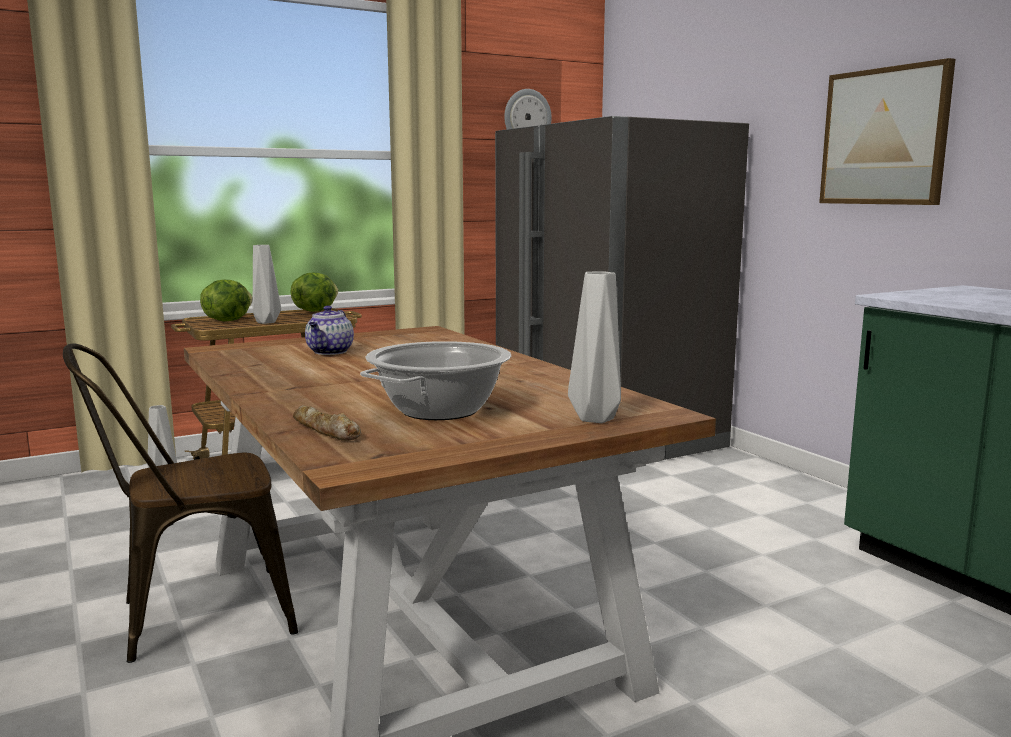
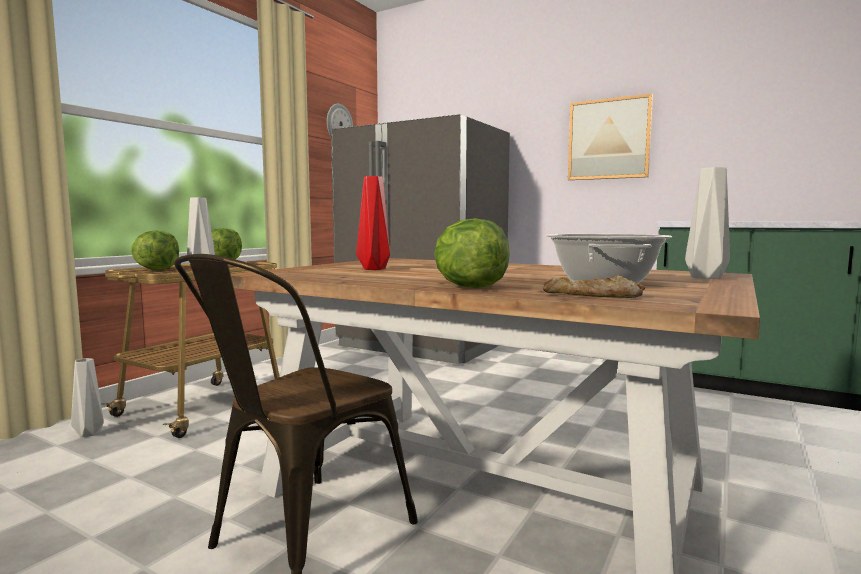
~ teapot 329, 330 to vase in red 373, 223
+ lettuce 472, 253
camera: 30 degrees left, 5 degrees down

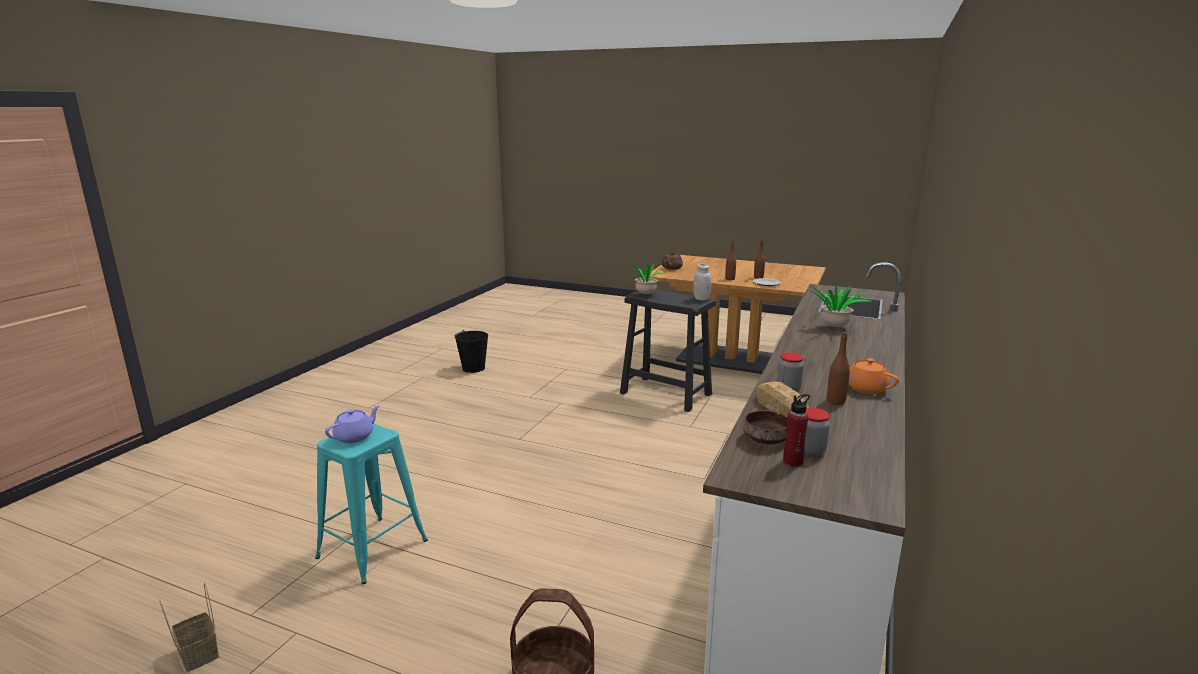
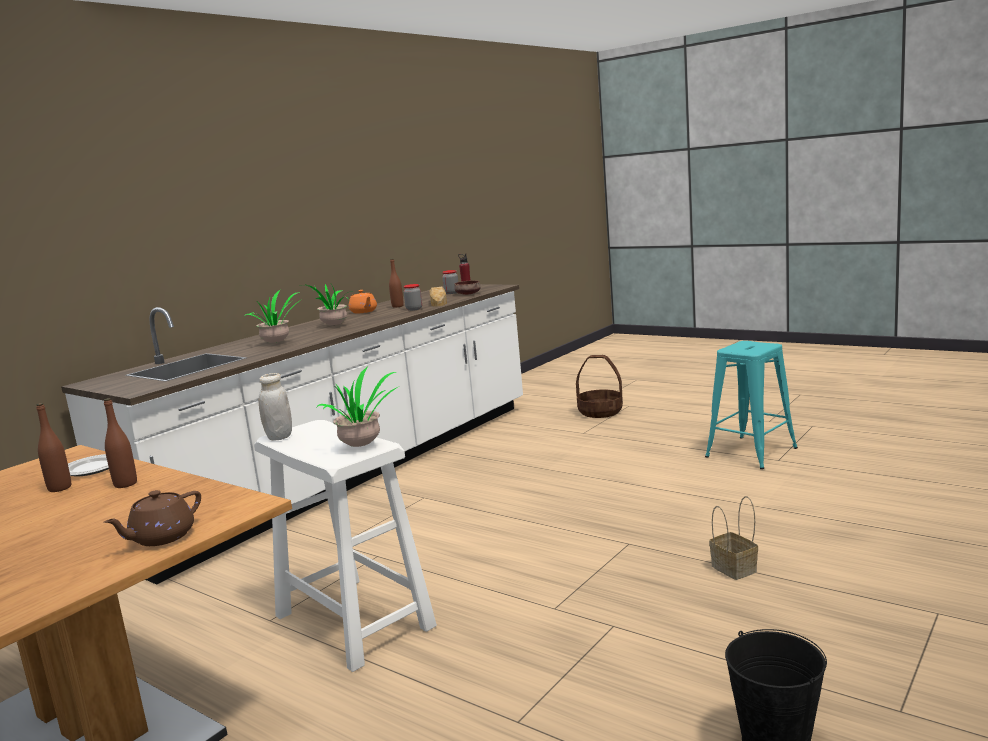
~ basket 189, 627 to 733, 538
- teapot in purple 352, 424
~ stool in black 668, 350 to stool in white 345, 546
+ potted plant 326, 304
camera: 165 degrees left, 5 degrees down

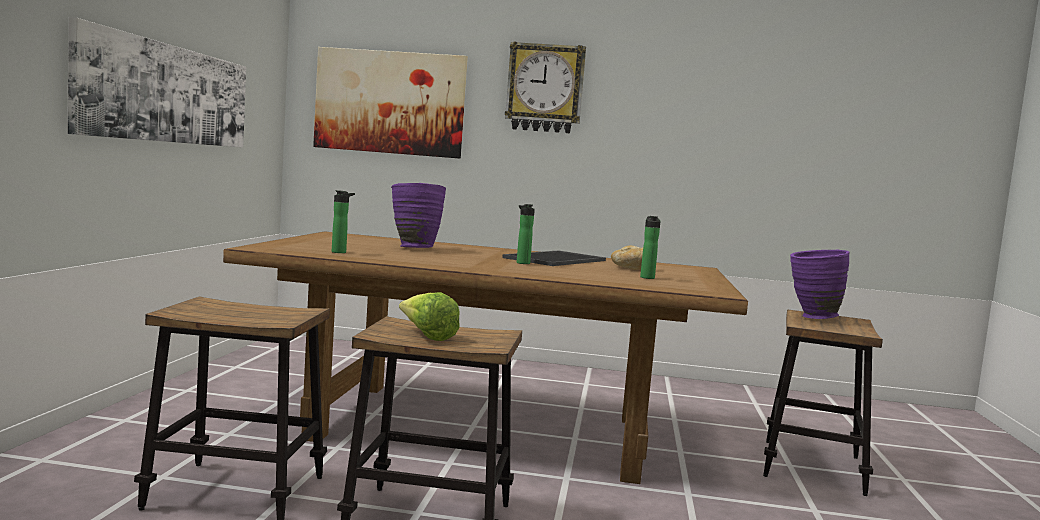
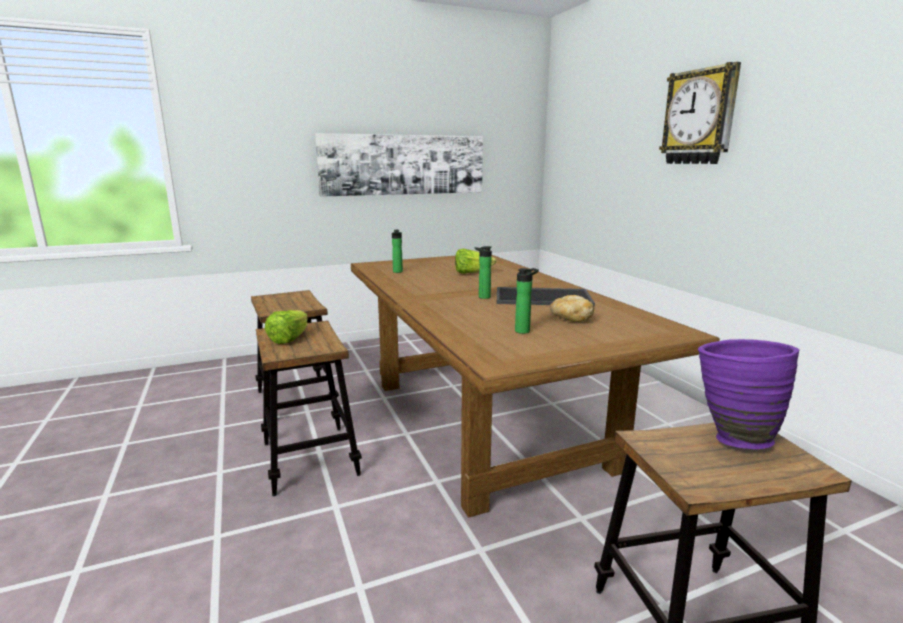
- picture 390, 103
~ vase in purple 418, 215 to lettuce 475, 261
camera: 60 degrees right, 10 degrees up

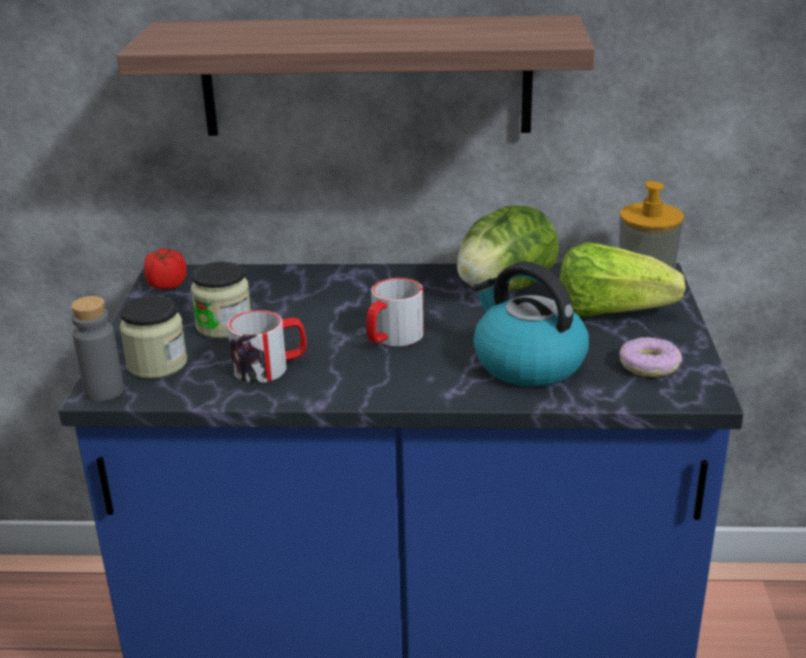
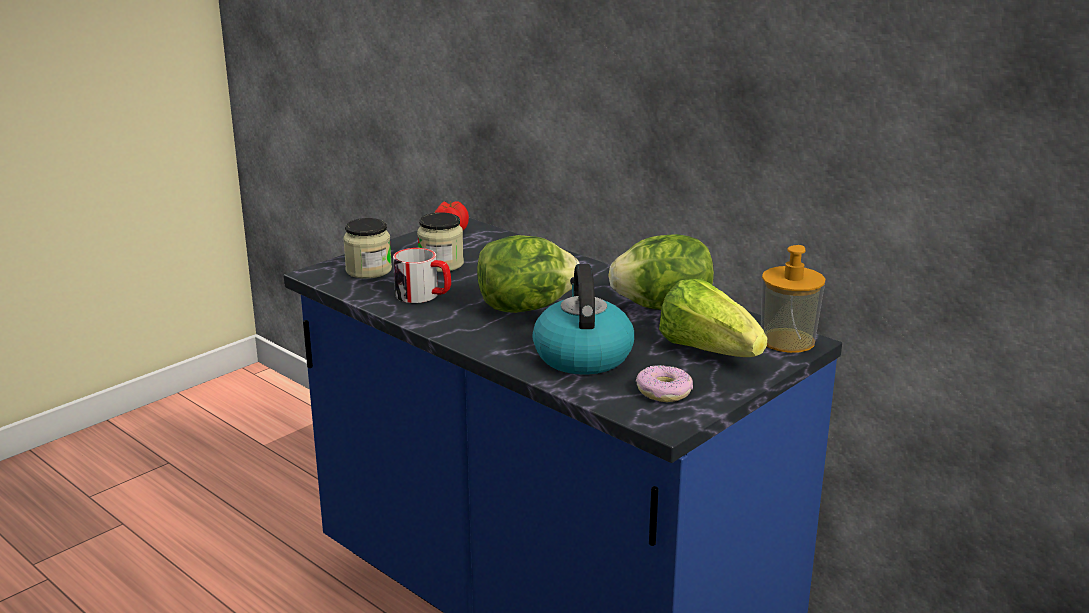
- bottle in grey 97, 349
- shelf 356, 75
~ mug 395, 312 to lettuce 528, 274
camera: 40 degrees right, 5 degrees down

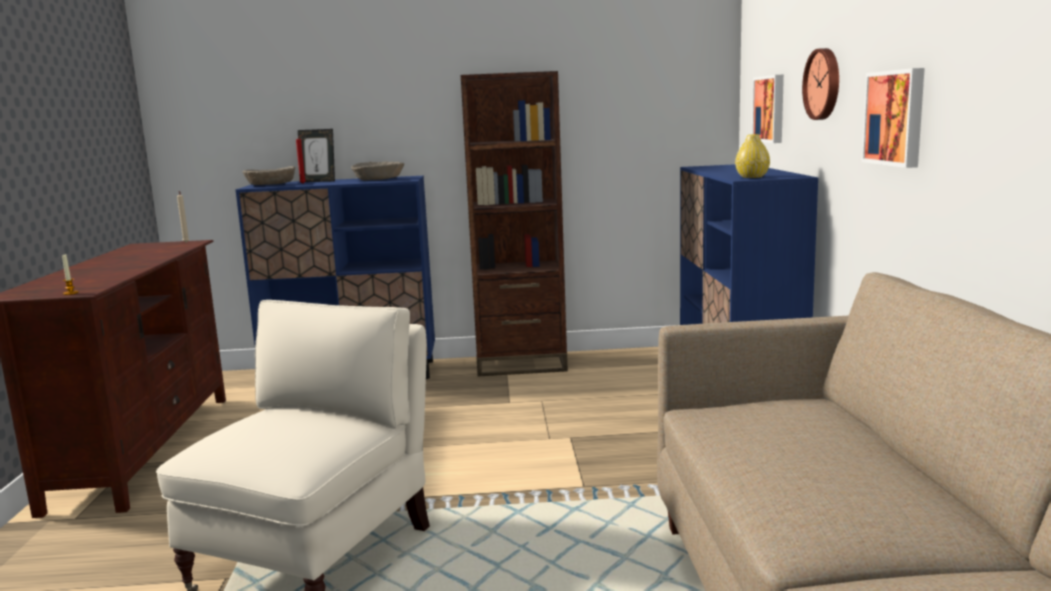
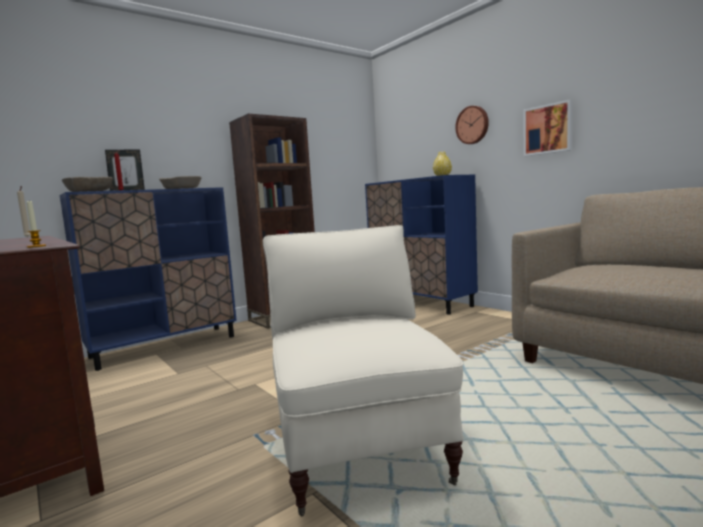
- picture 768, 109
camera: 35 degrees left, 5 degrees down

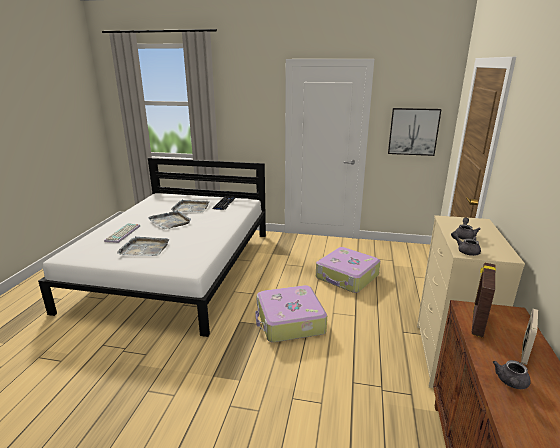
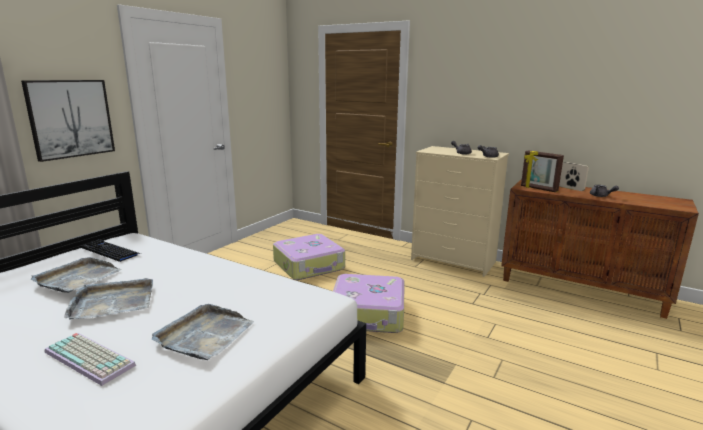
~ picture 415, 132 to 68, 121
camera: 70 degrees left, 5 degrees down

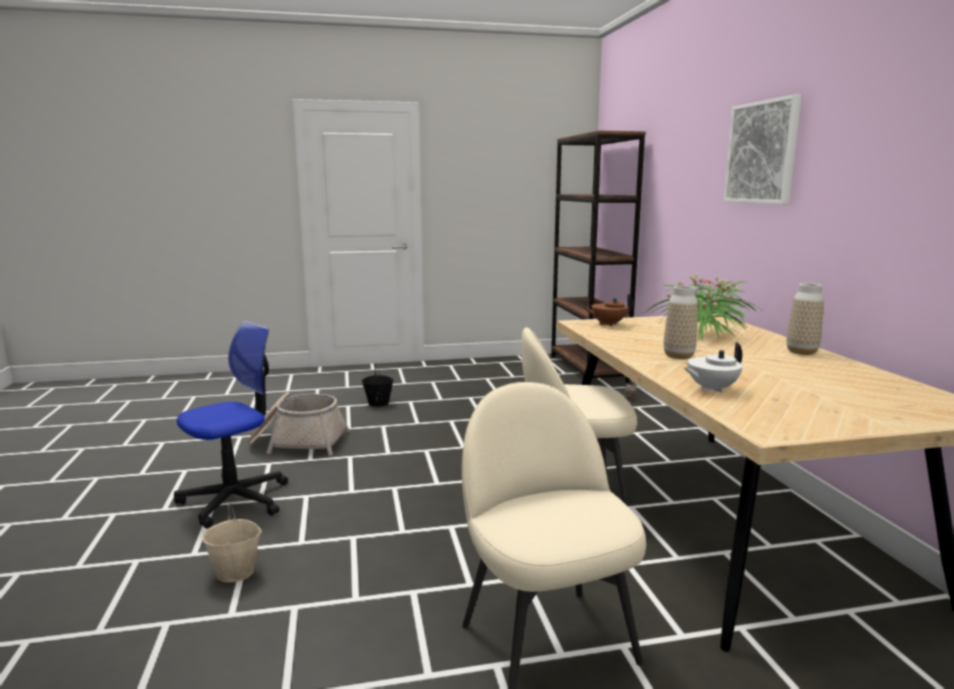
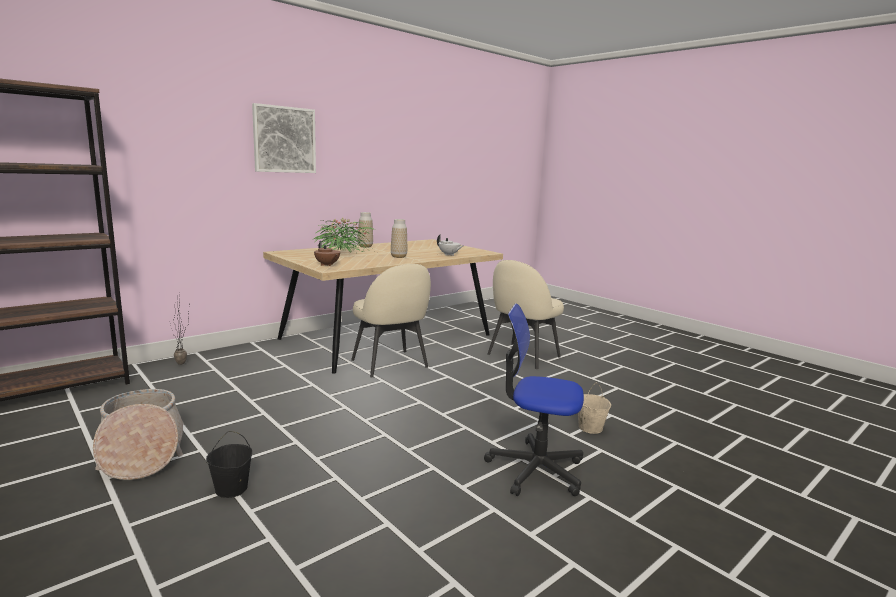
~ basket 299, 424 to 138, 434
camera: 120 degrees left, 0 degrees up

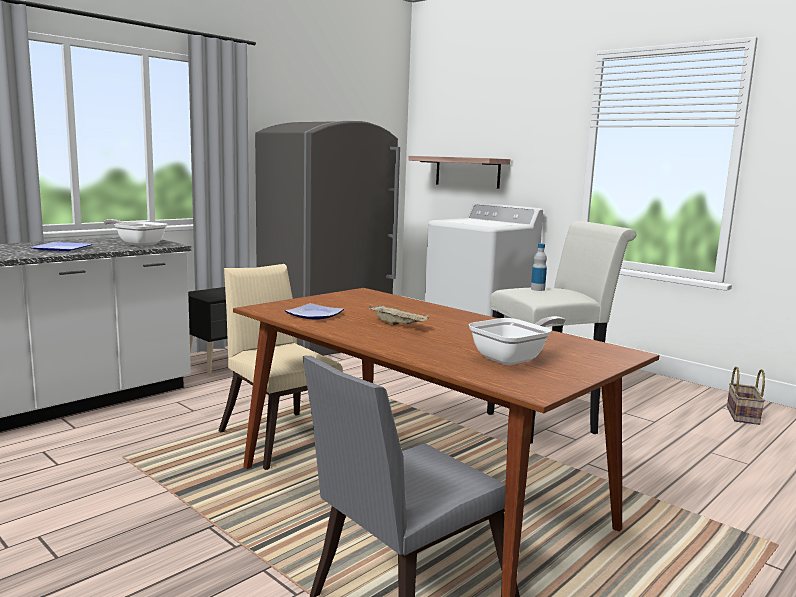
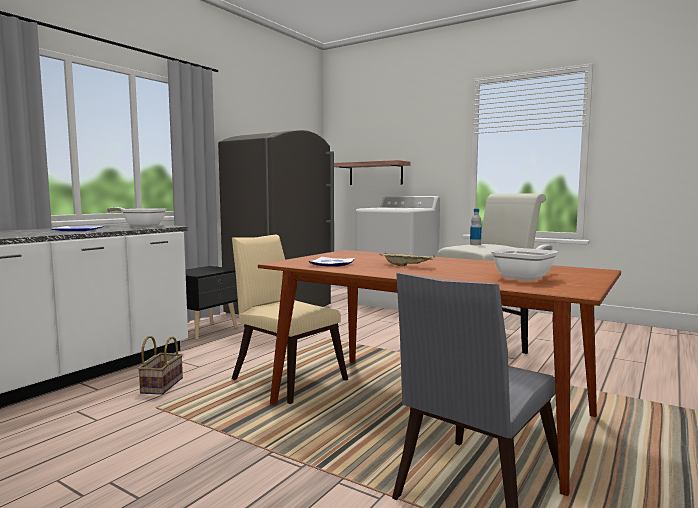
~ basket 746, 395 to 160, 365
camera: 10 degrees left, 5 degrees down

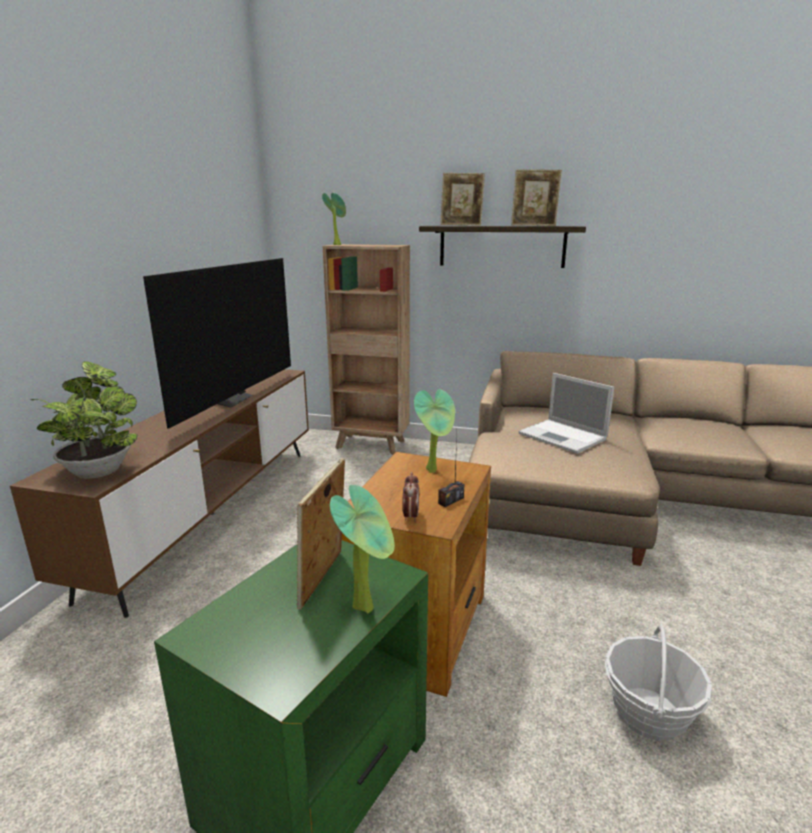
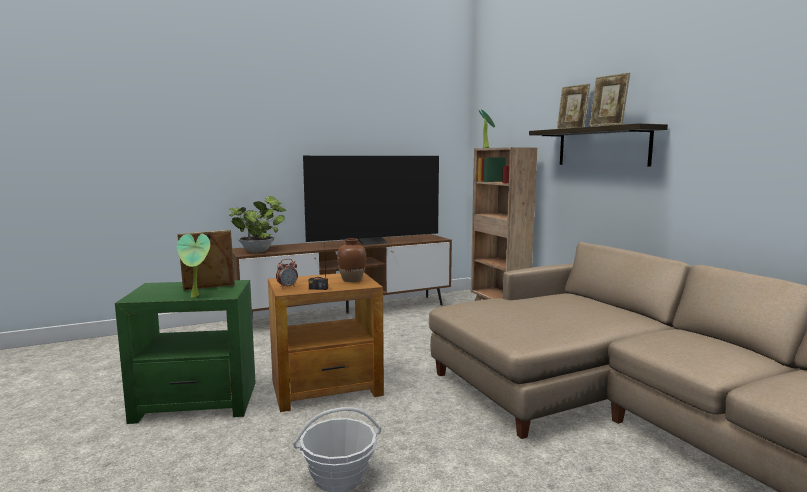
~ potted plant 434, 431 to vase in brown 351, 260
- laptop 566, 413
camera: 50 degrees right, 10 degrees down

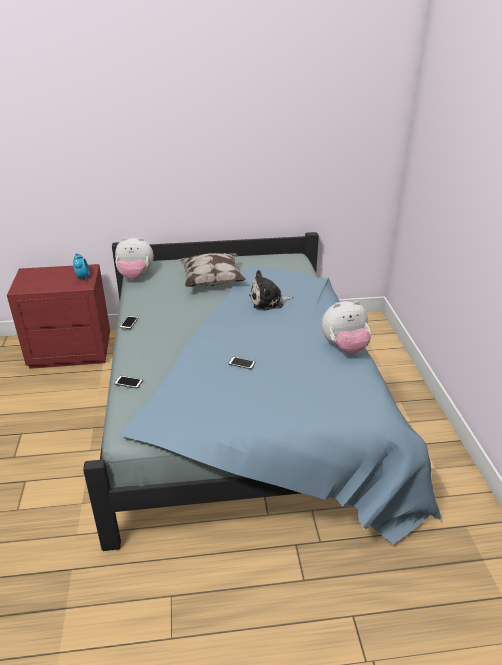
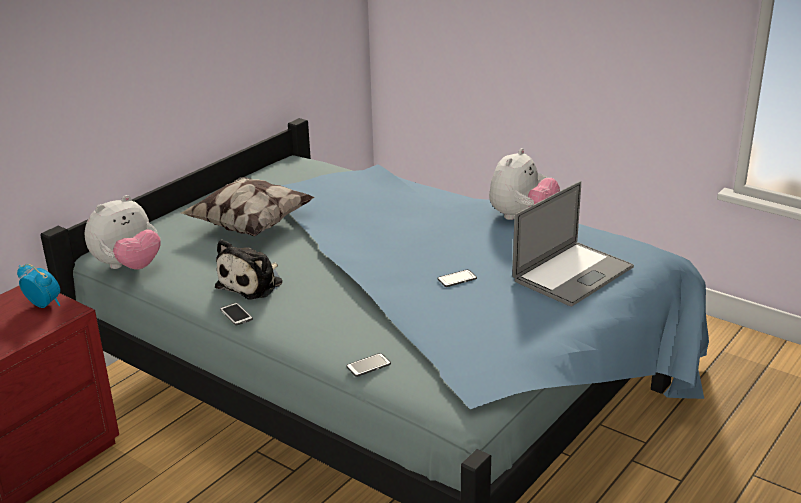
~ plush toy 271, 290 to 249, 269
+ laptop 573, 243
camera: 45 degrees left, 5 degrees down

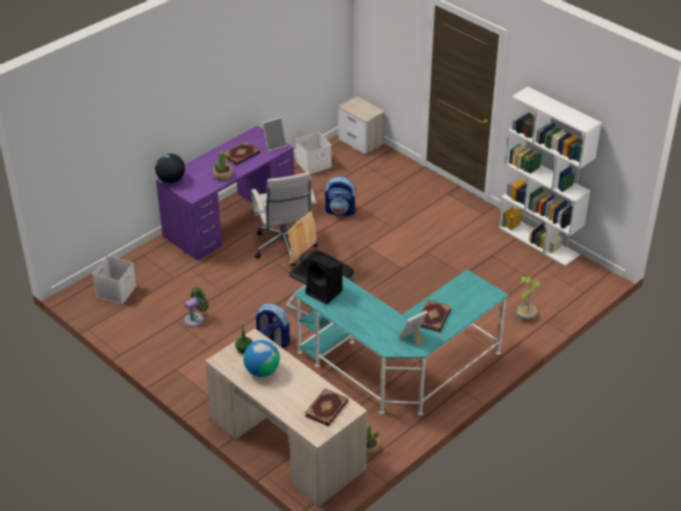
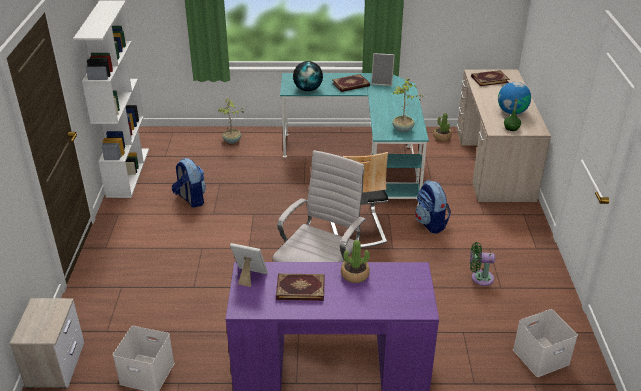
~ globe 170, 168 to 308, 76
~ speaker in black 324, 280 to potted plant 408, 105
~ backpack 340, 196 to 189, 183
camera: 135 degrees left, 5 degrees down

